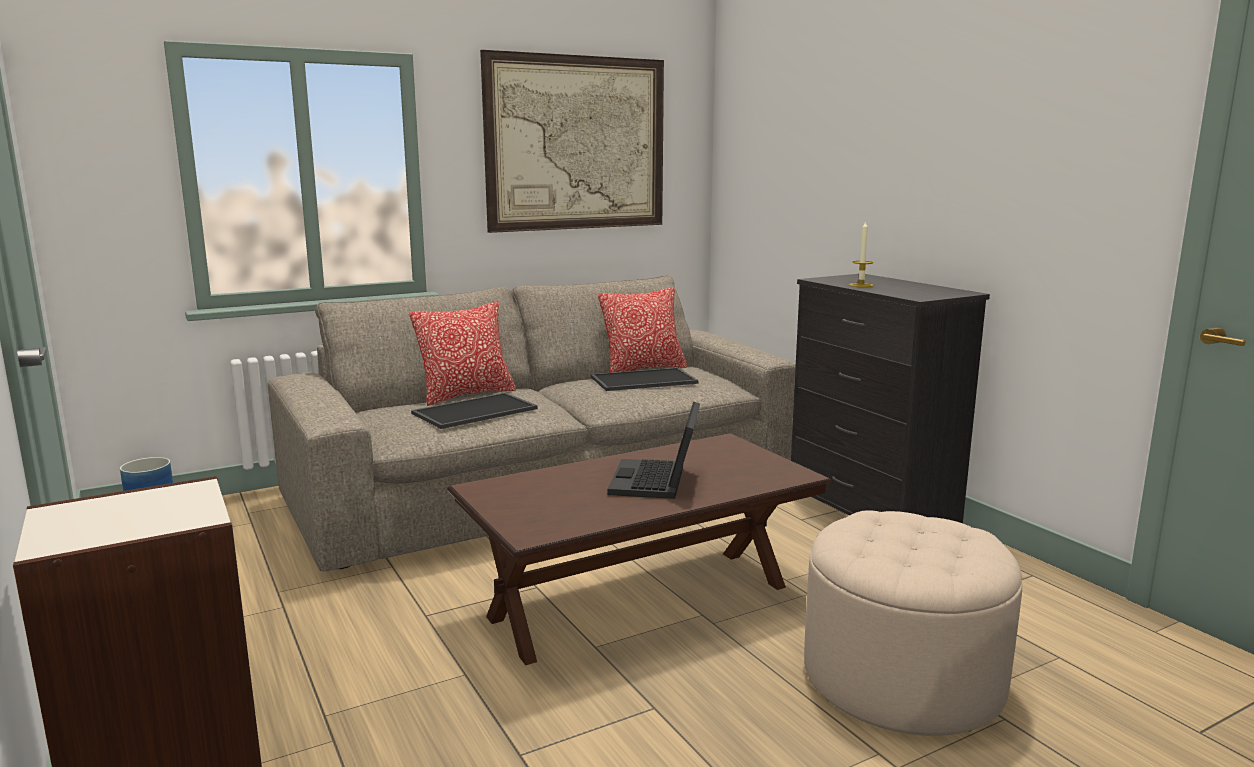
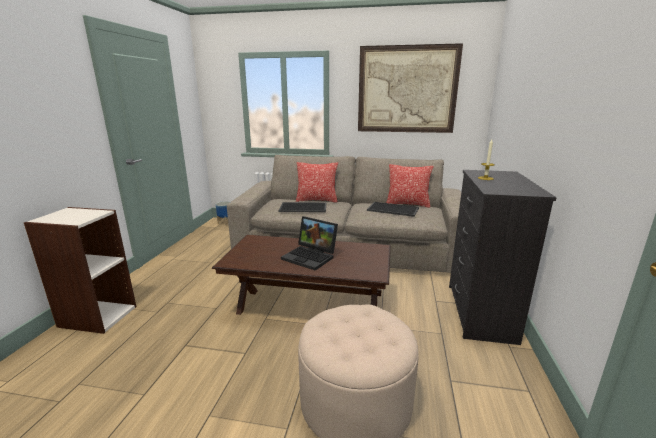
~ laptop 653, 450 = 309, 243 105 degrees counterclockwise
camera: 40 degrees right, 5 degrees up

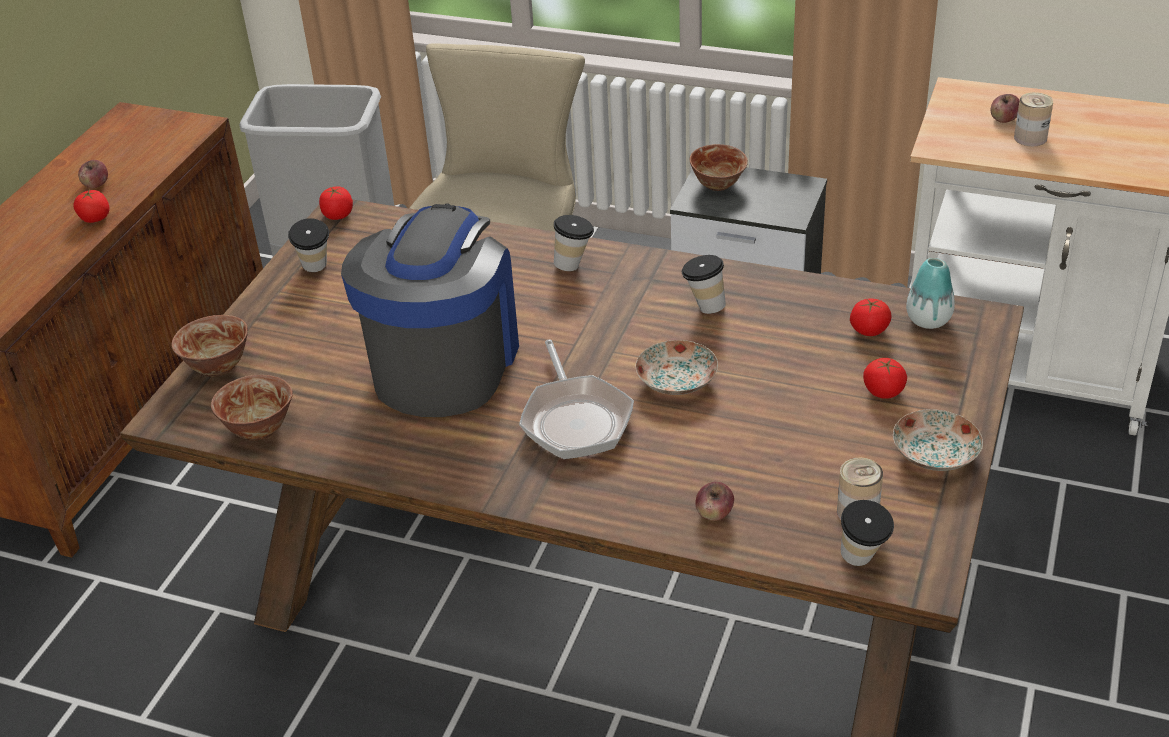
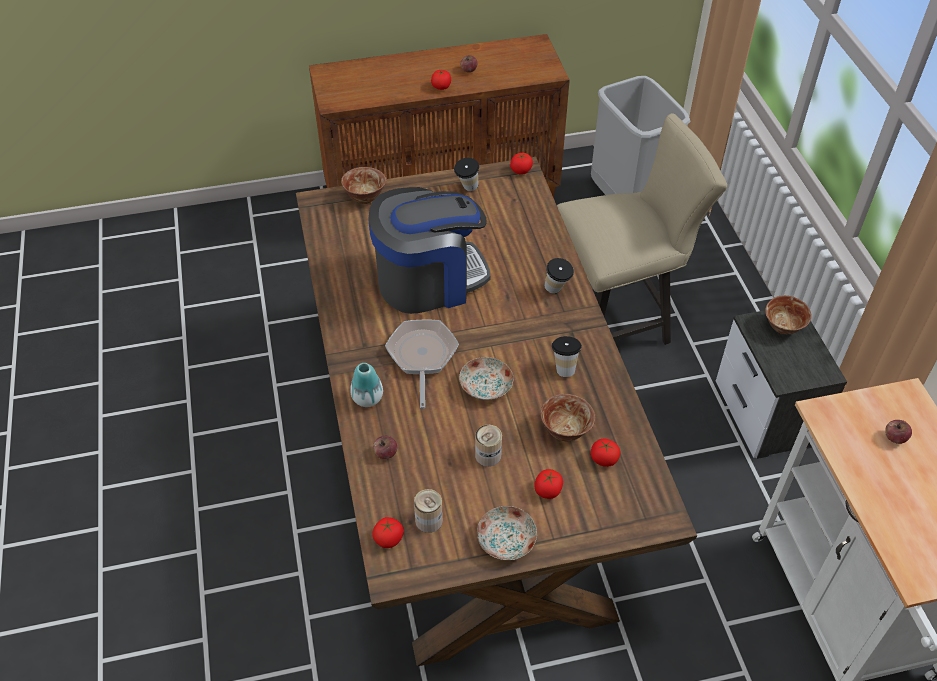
~ bowl 252, 408 to 567, 417
~ frying pan 576, 399 = 422, 364 135 degrees clockwise
~ cup 867, 533 to tomato 388, 532
~ vase 930, 293 to 366, 385
~ can 1033, 119 to 488, 446
camera: 55 degrees right, 10 degrees up

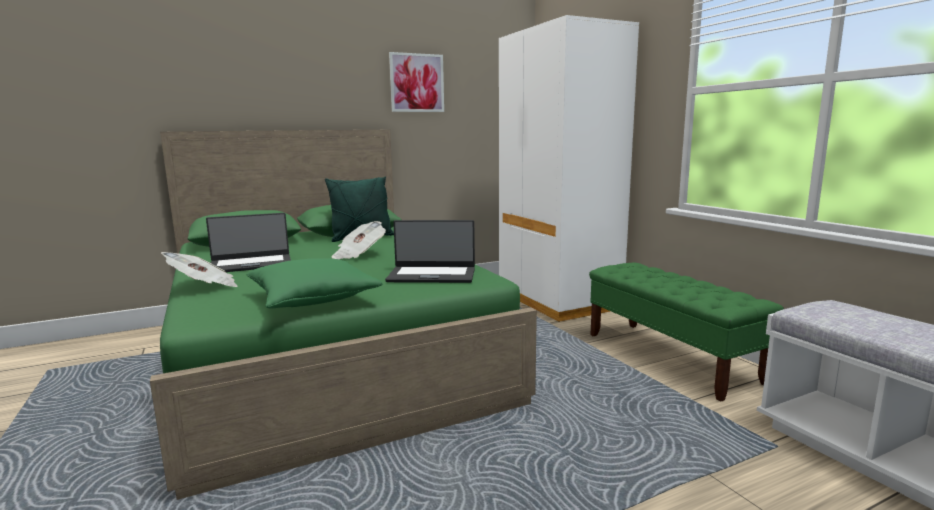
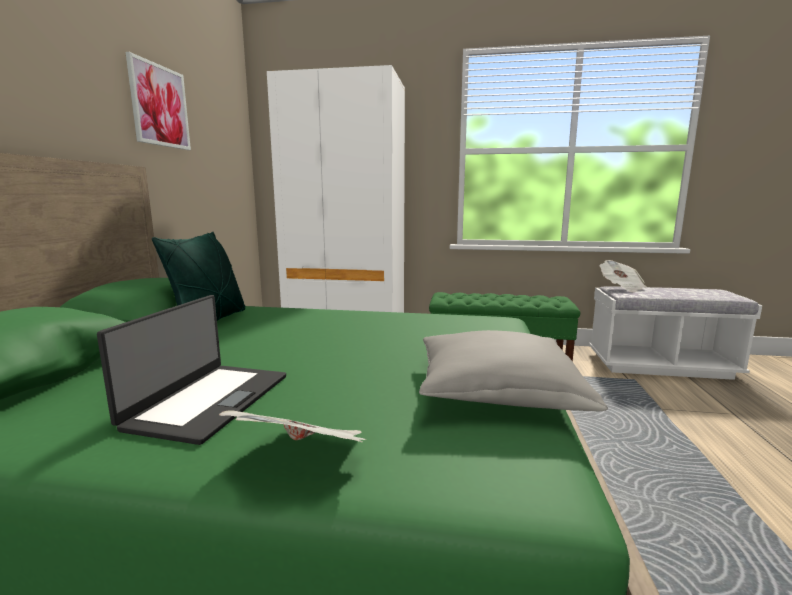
~ pillow in green 314, 283 to pillow in grey 513, 370
~ newspaper 358, 240 to 623, 276
- laptop 430, 251
camera: 55 degrees left, 0 degrees up

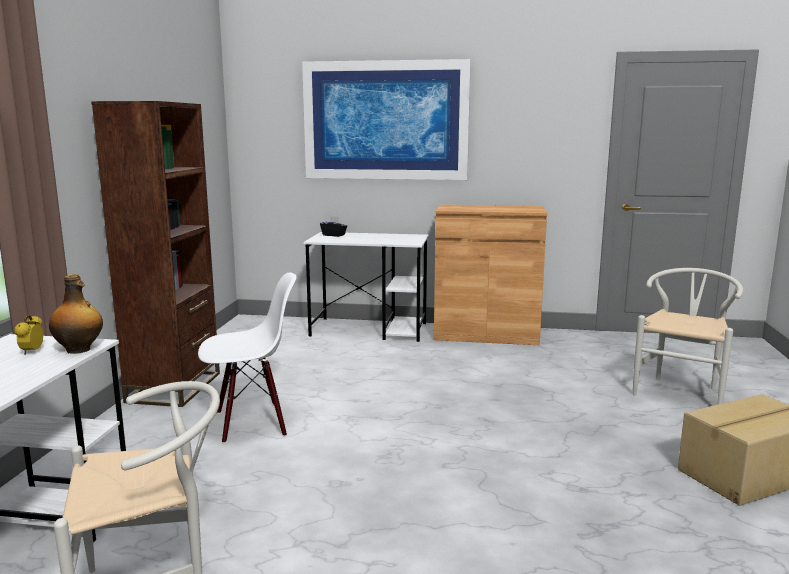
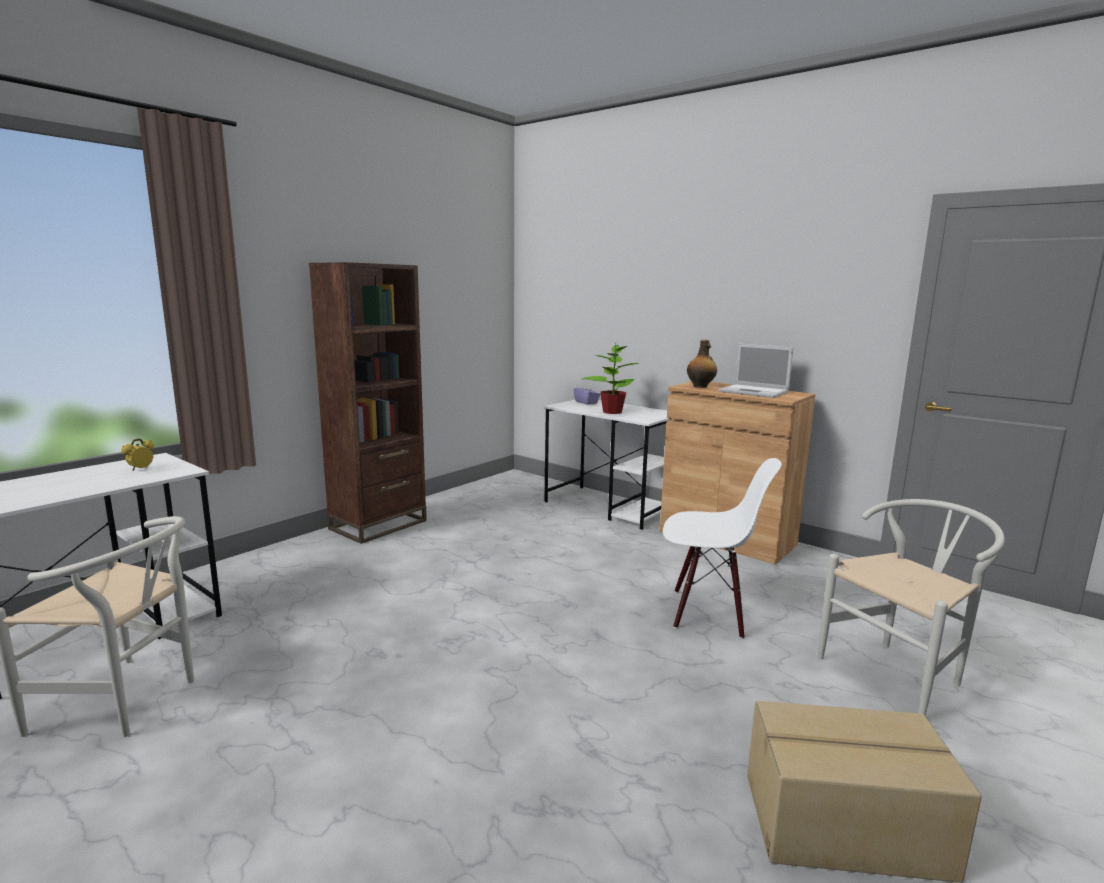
~ bottle 76, 314 to 702, 364
~ chair in white 247, 357 to 722, 548
- picture 386, 119
~ tissue box in black 333, 226 to tissue box in purple 587, 394
+ potted plant 610, 378
+ laptop 756, 371
camera: 30 degrees right, 0 degrees up

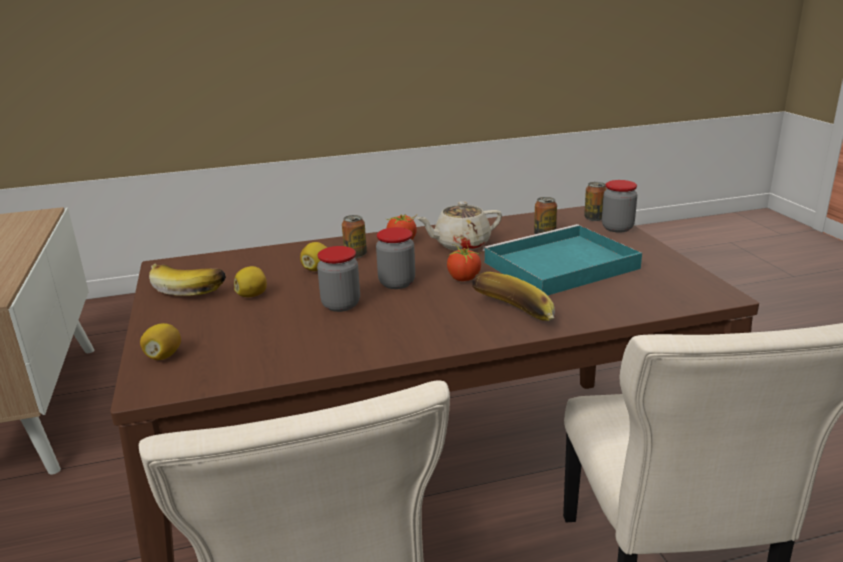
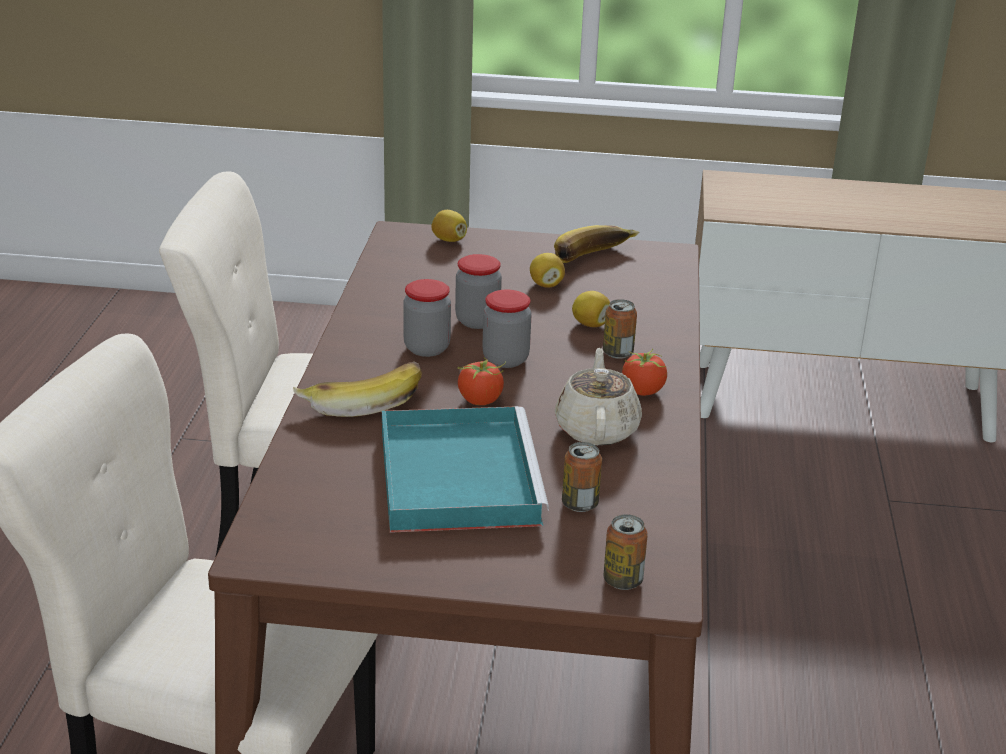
~ jar 619, 206 to 427, 318
camera: 110 degrees right, 5 degrees up

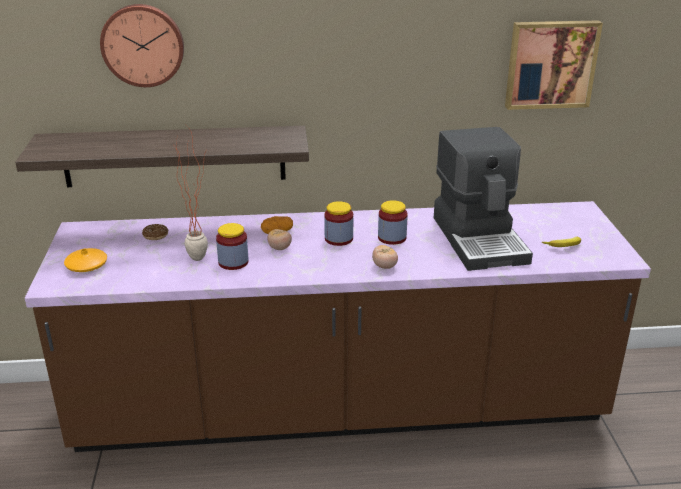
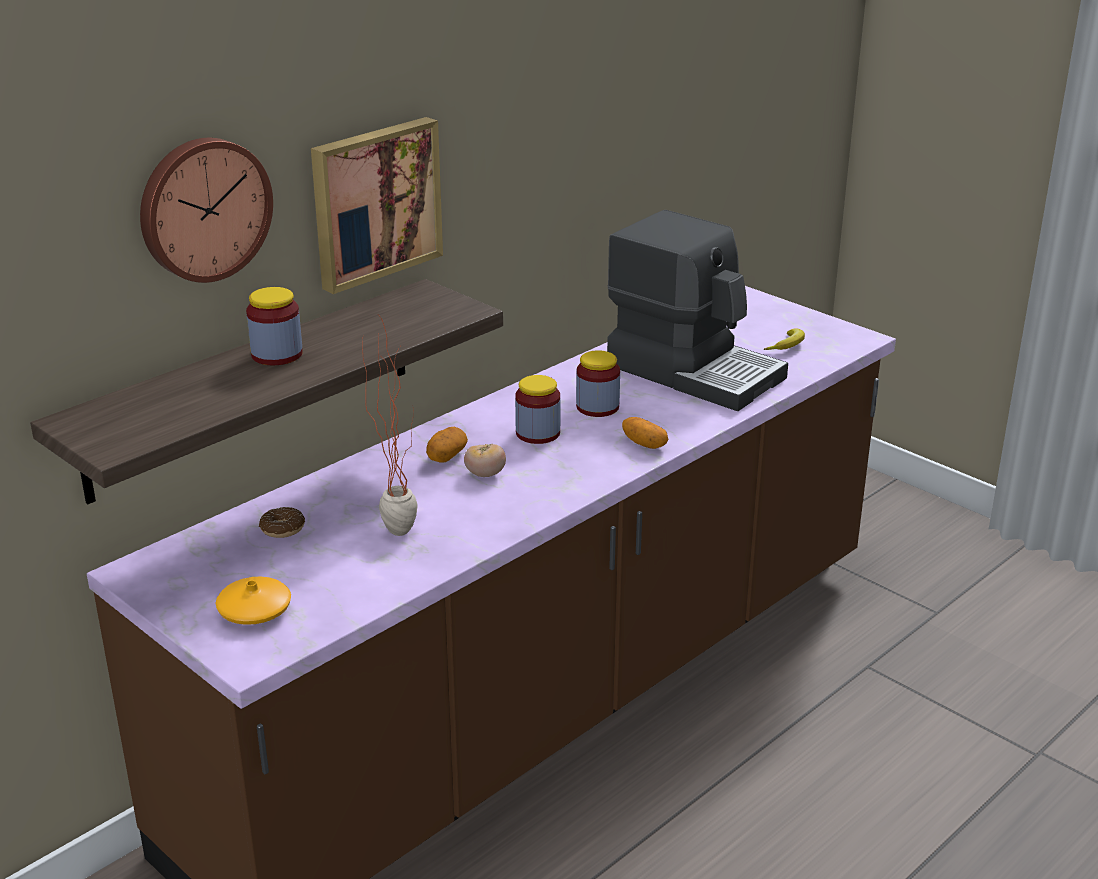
~ jar 232, 246 to 274, 326
~ tomato 385, 257 to potato 645, 433
~ picture 554, 65 to 377, 205
camera: 40 degrees left, 0 degrees up

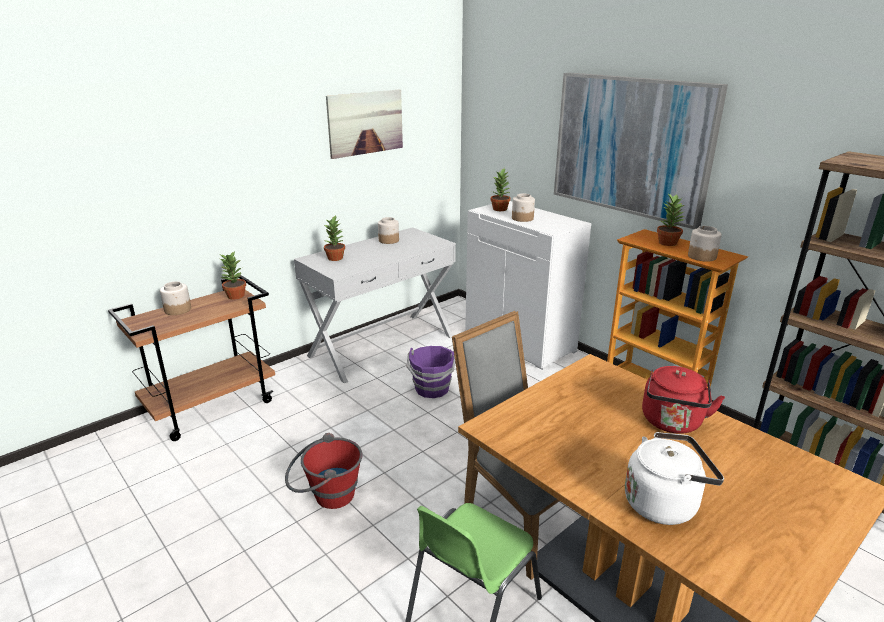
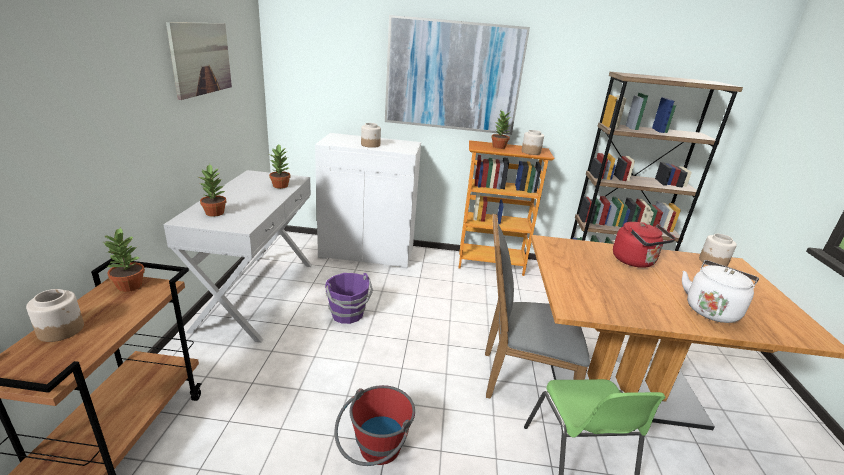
~ jar 388, 230 to 718, 250
~ potted plant 500, 189 to 280, 167
camera: 45 degrees left, 0 degrees up

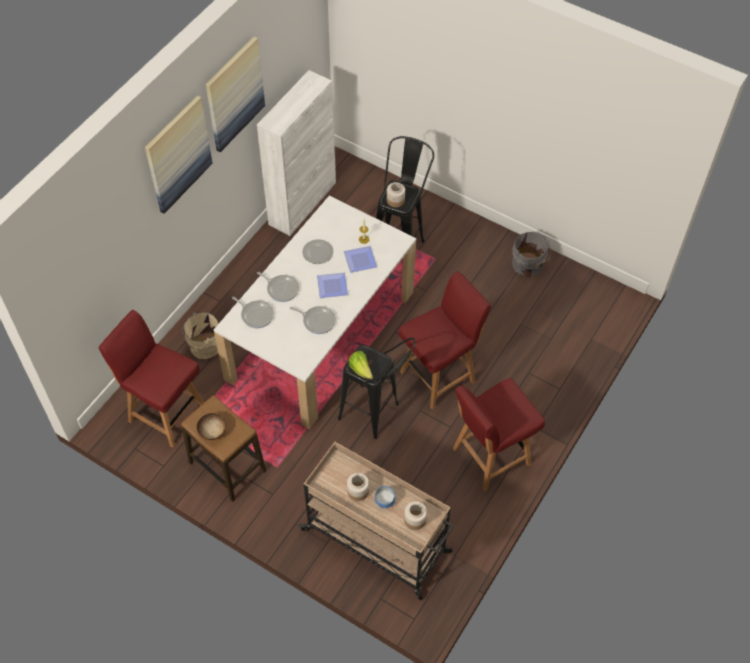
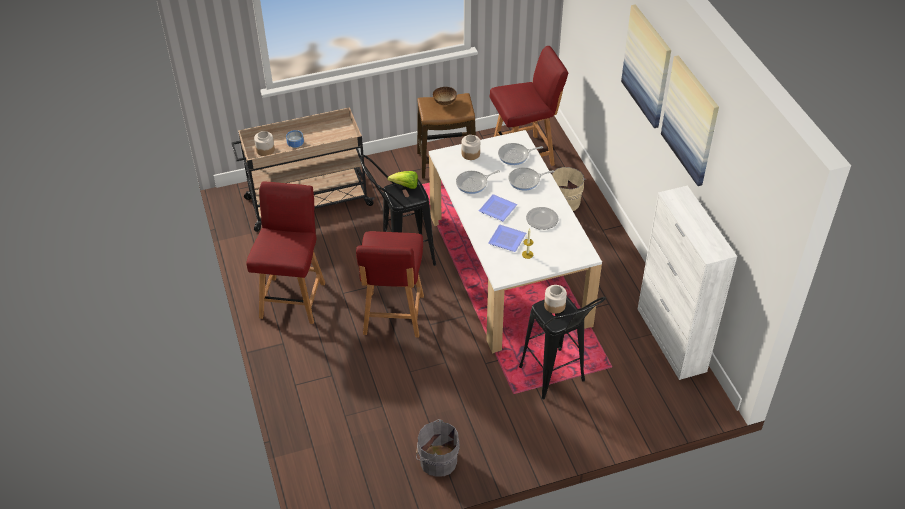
~ jar 358, 487 to 471, 147
camera: 130 degrees right, 10 degrees down

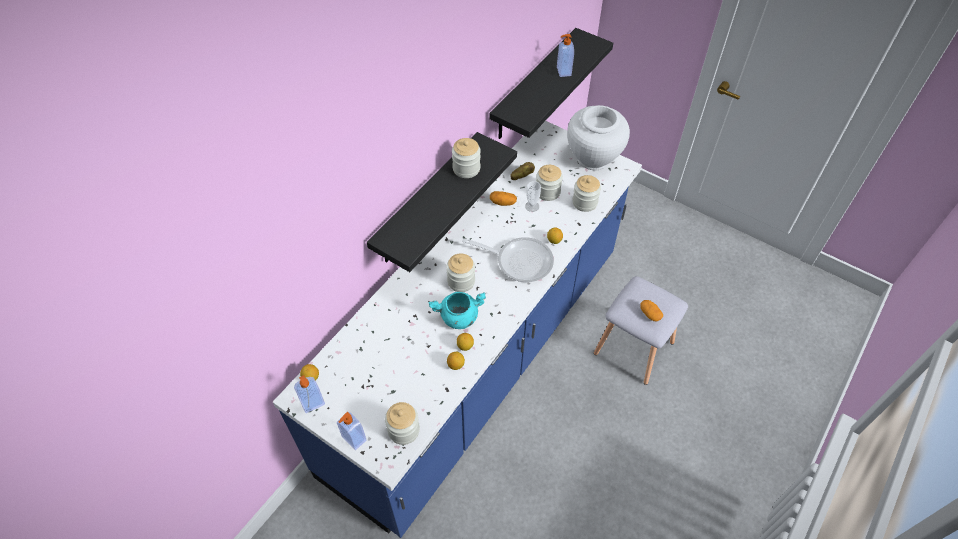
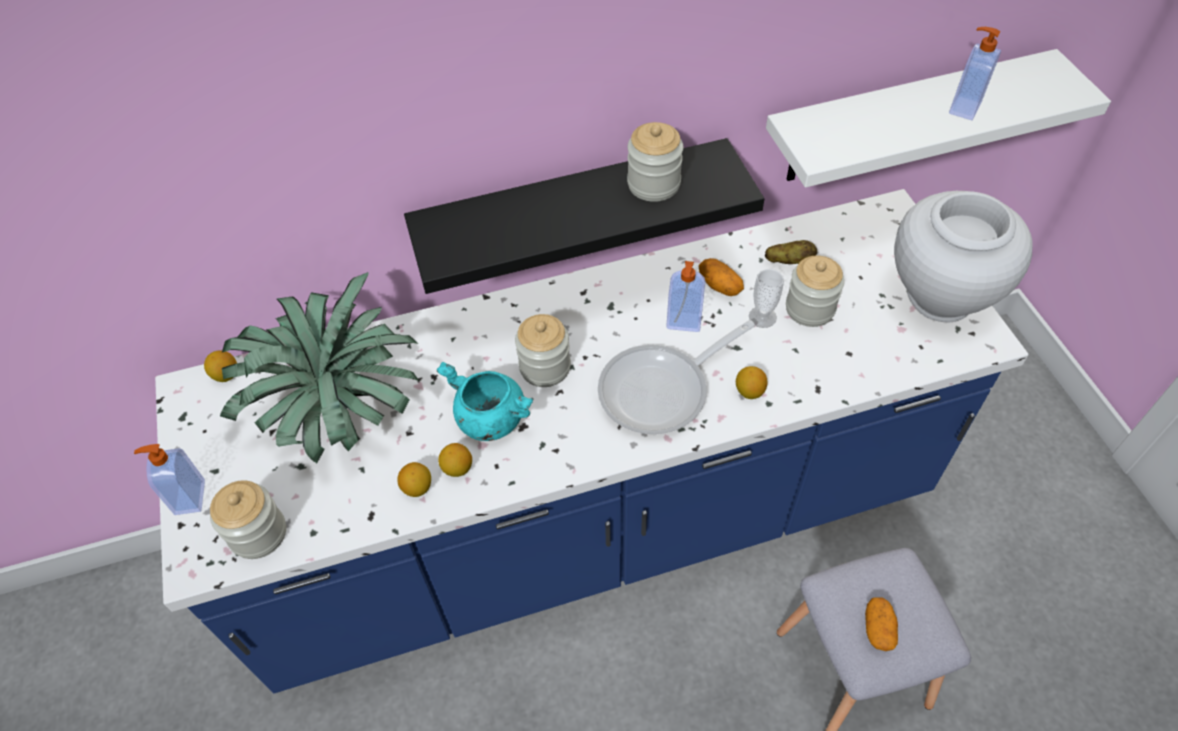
~ soap dispenser 309, 394 to 685, 296
~ frying pan 508, 259 = 676, 377 90 degrees clockwise
~ shelf in black 551, 83 to shelf in white 938, 118
- jar 586, 193
+ potted plant 319, 367
camera: 40 degrees right, 0 degrees up

